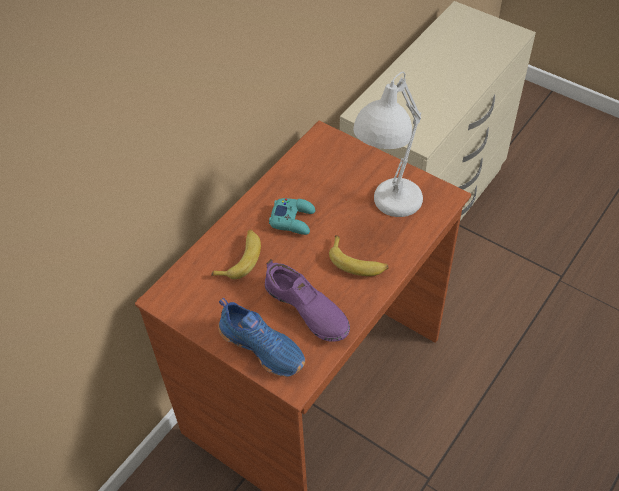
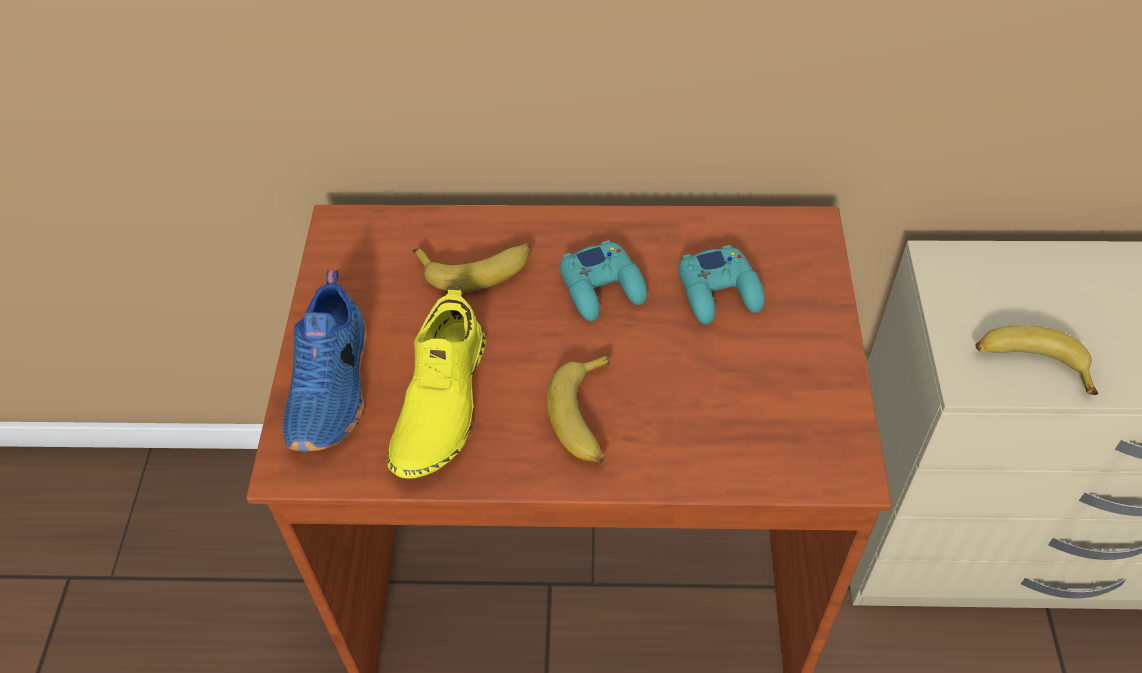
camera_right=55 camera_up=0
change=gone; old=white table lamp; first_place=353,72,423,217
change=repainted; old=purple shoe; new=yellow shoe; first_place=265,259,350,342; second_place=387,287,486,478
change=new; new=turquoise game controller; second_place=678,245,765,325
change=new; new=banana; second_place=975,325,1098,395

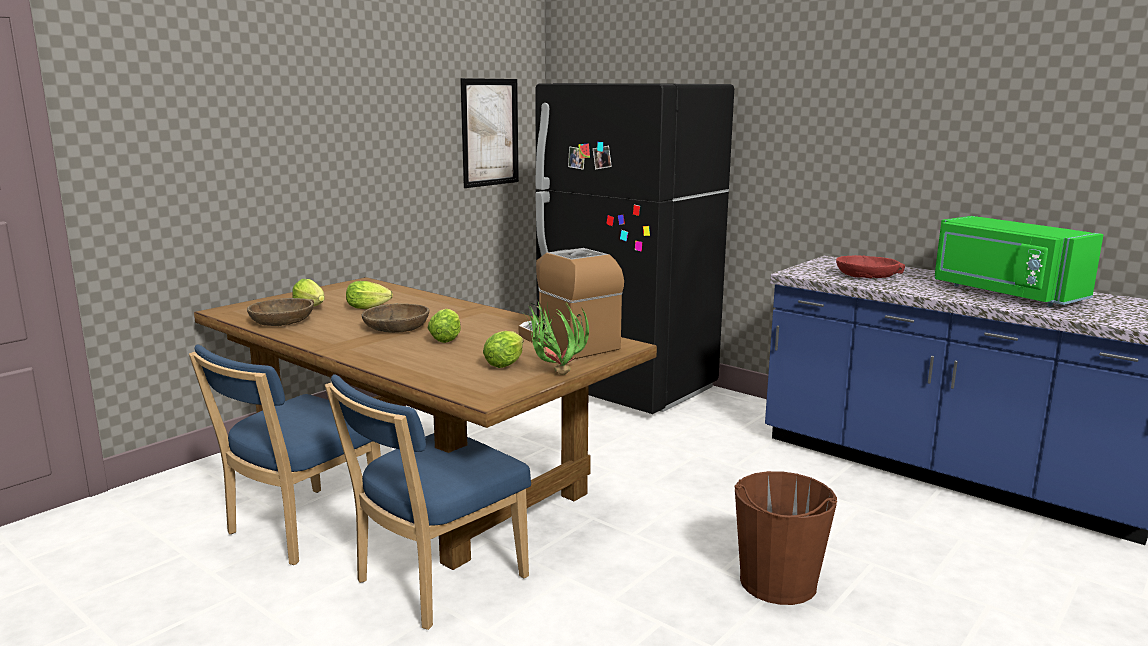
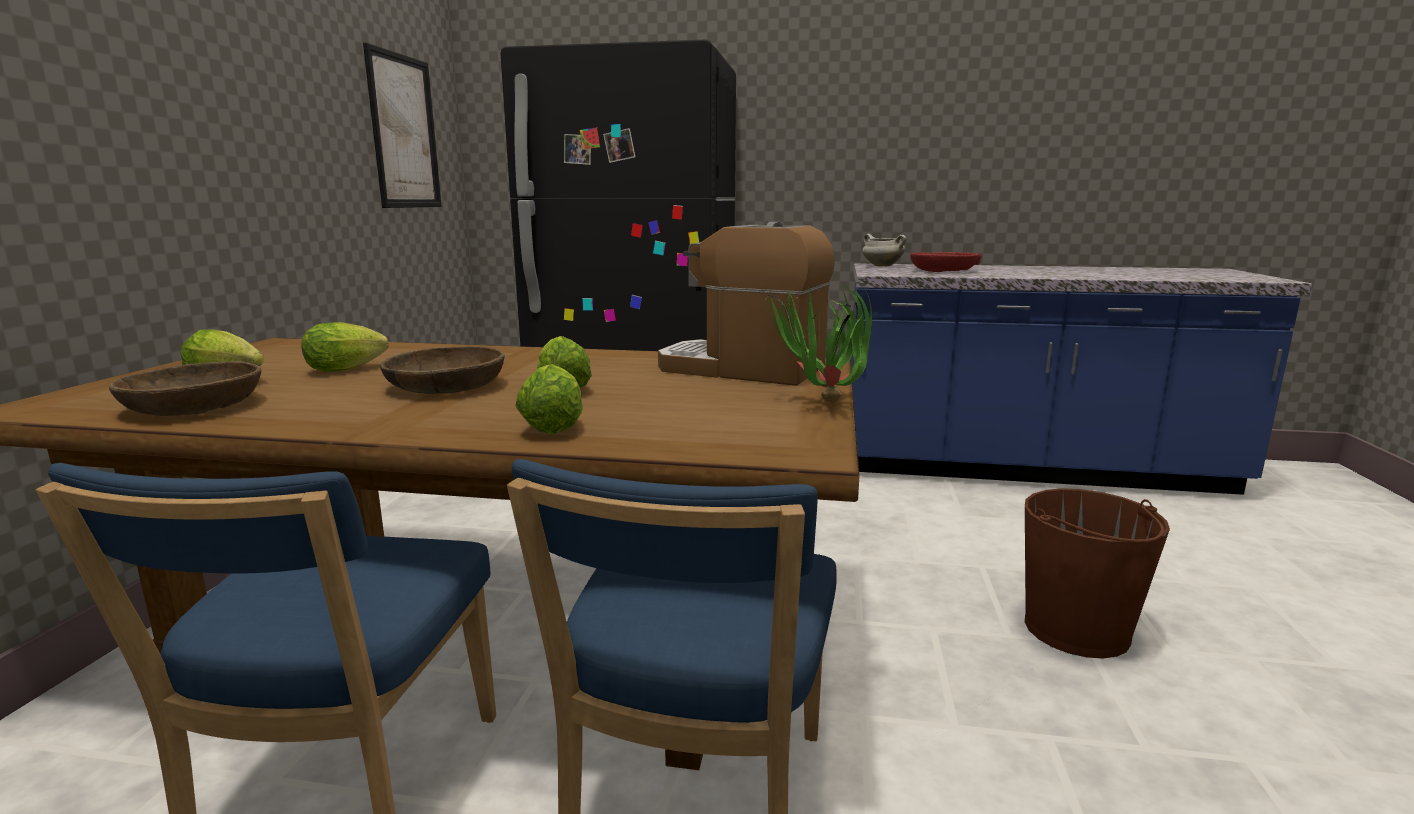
camera_right=-30 camera_up=0
change=gone; old=green microwave; first_place=934,216,1104,306
change=shifted; old=lettuce; first_place=483,331,524,368; second_place=515,364,583,434
change=new; new=white cooking pot; second_place=862,234,906,267

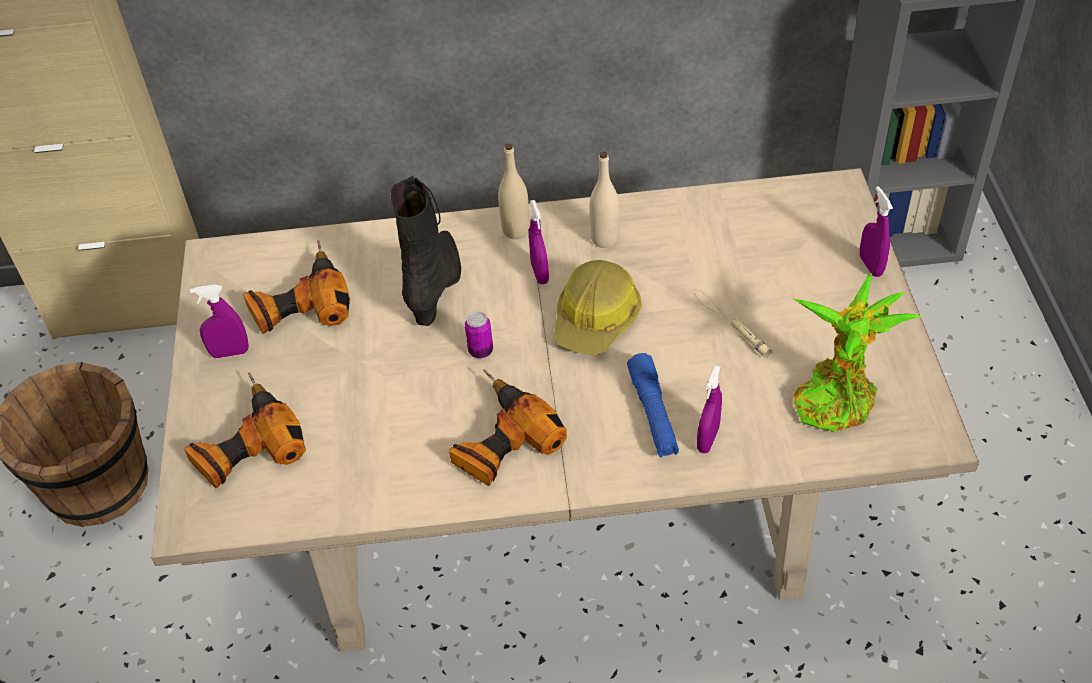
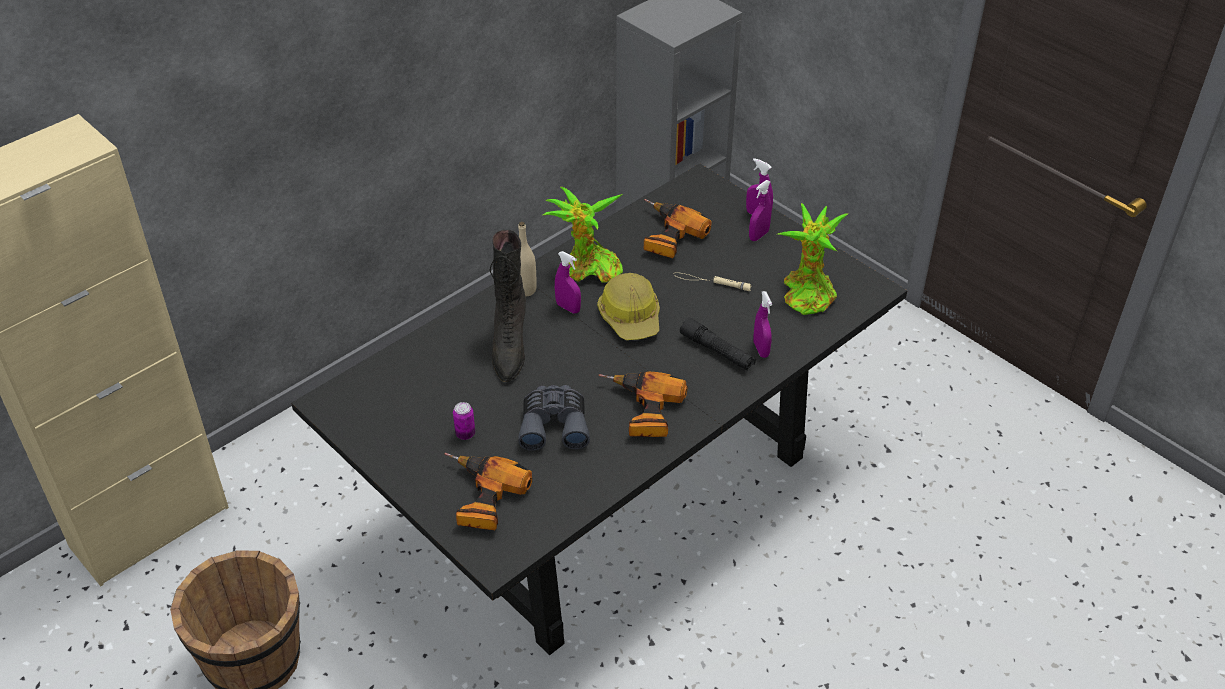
camera_right=-40 camera_up=-5
change=swapped; old=beige bottle; new=potted plant; first_place=589,152,620,248; second_place=543,187,623,283
change=repainted; old=beige dining table; new=black dining table; first_place=151,168,979,652; second_place=291,164,907,655
change=rotated; old=black boot; first_place=391,176,461,326; second_place=490,230,526,382; degrees=-150
change=shifted; old=power drill; first_place=243,240,350,334; second_place=644,199,712,258
change=shifted; old=purple spray bottle; first_place=190,285,249,358; second_place=749,180,772,241
change=shifted; old=can; first_place=465,311,493,358; second_place=453,402,475,440
change=repainted; old=blue flashlight; new=black flashlight; first_place=627,353,679,458; second_place=680,317,756,371
change=new; new=grey binoculars; second_place=518,385,590,451

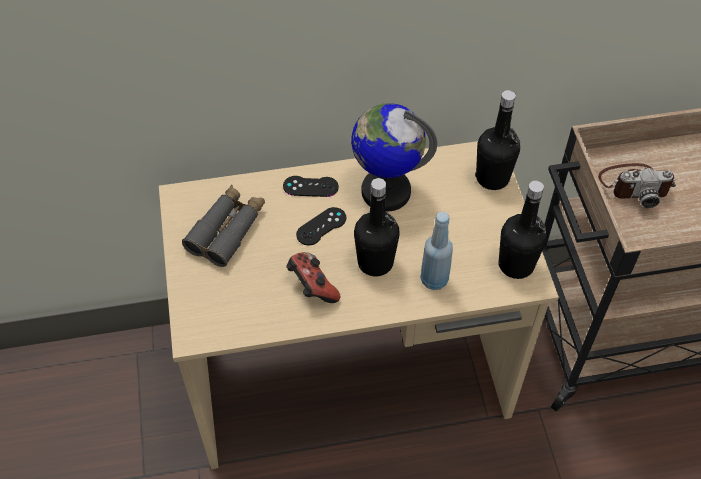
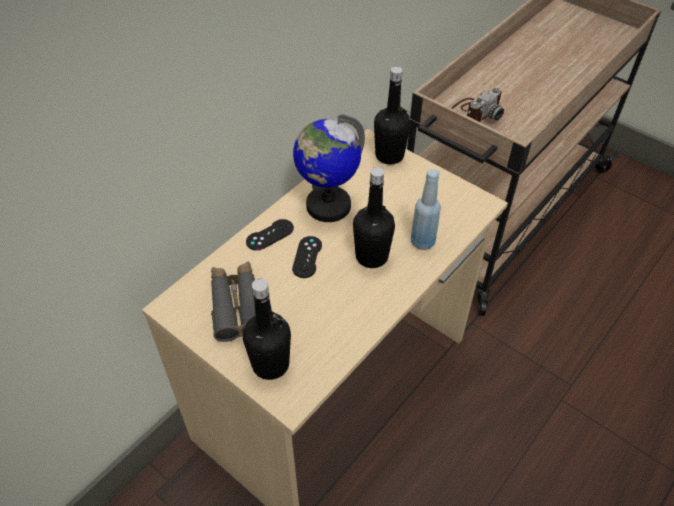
camera_right=-40 camera_up=-5
change=shifted; old=black bottle; first_place=499,180,547,279; second_place=243,279,291,380
change=gone; old=game controller; first_place=286,252,340,303

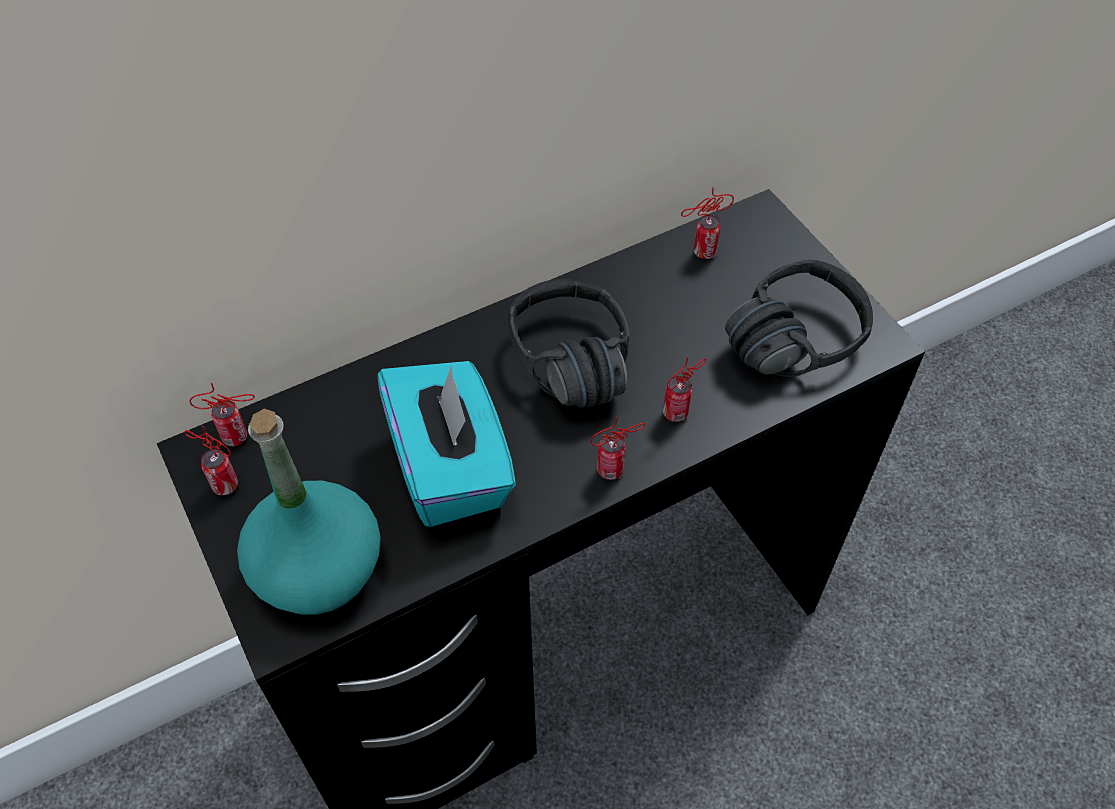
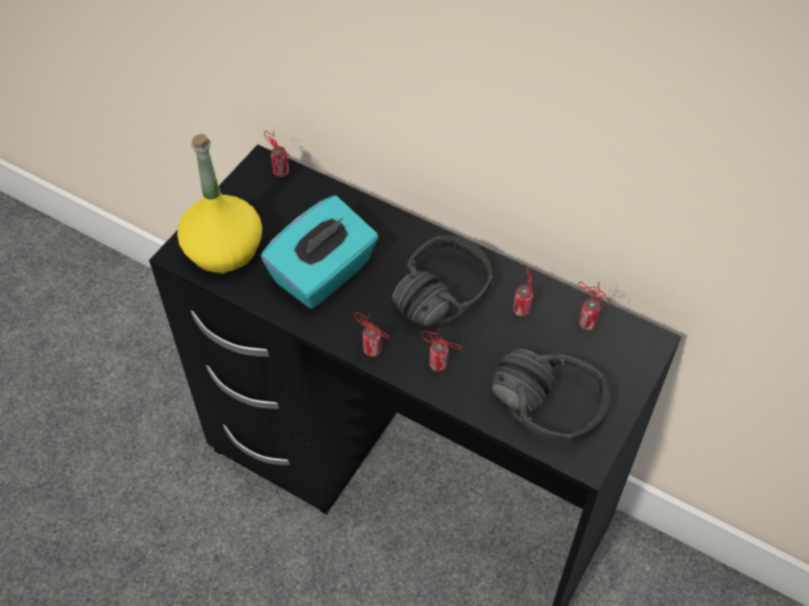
camera_right=60 camera_up=0
change=repainted; old=turquoise bottle; new=yellow bottle; first_place=237,409,381,615; second_place=177,134,262,274
change=shifted; old=can; first_place=184,426,238,495; second_place=513,266,533,316

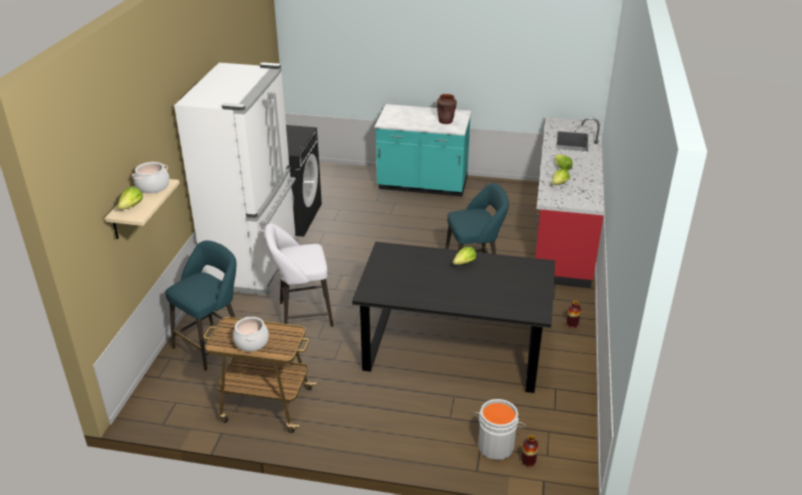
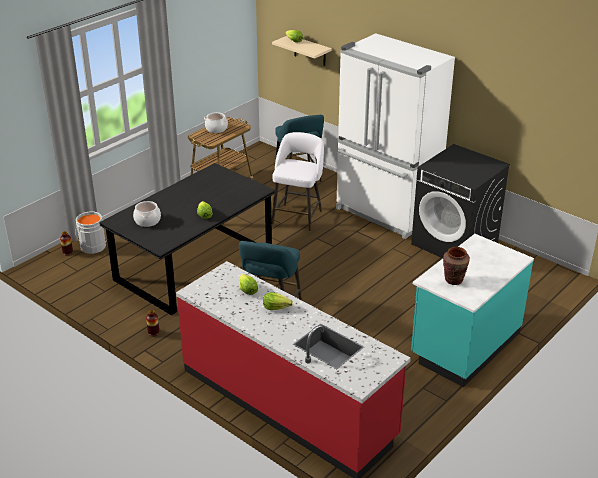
camera_right=120 camera_up=0
change=shifted; old=cooking pot; first_place=132,162,169,193; second_place=133,201,161,227

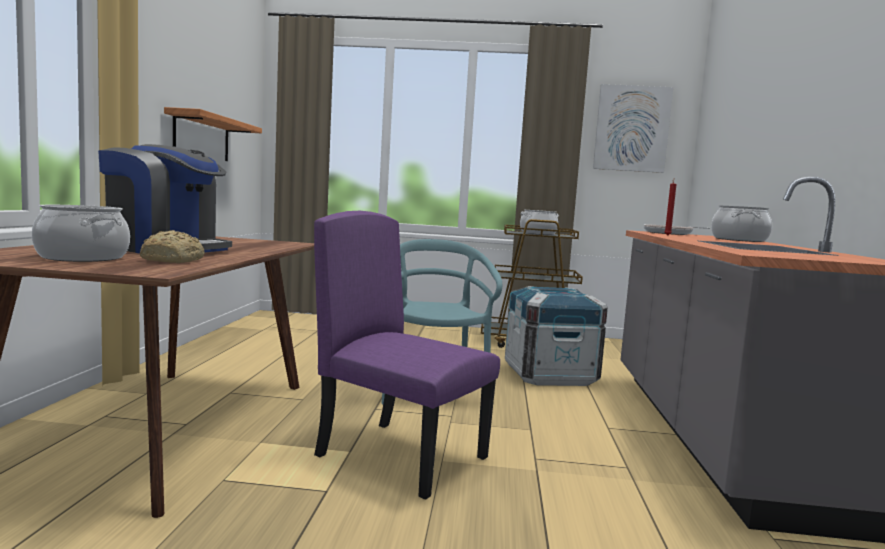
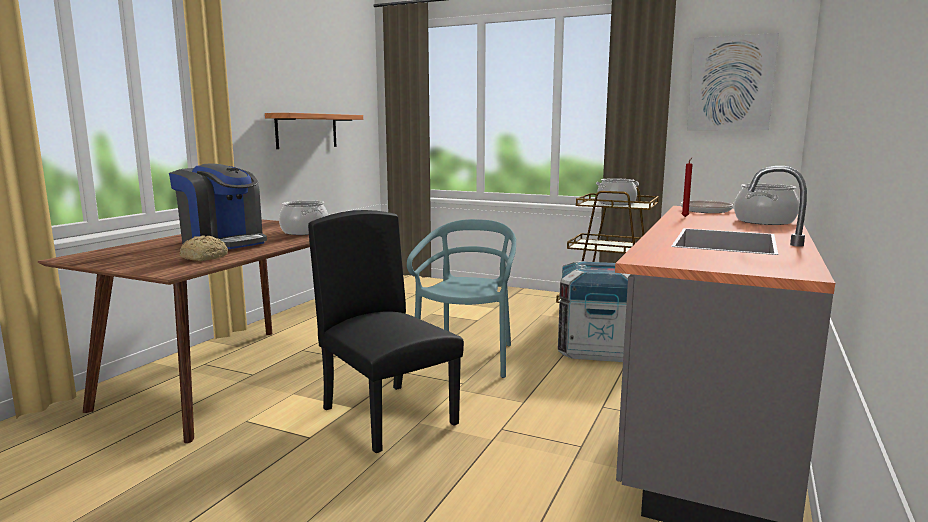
camera_right=20 camera_up=5
change=shifted; old=cooking pot; first_place=32,205,130,262; second_place=279,200,328,235
change=repainted; old=purple chair; new=black chair; first_place=314,211,500,499; second_place=308,210,464,453

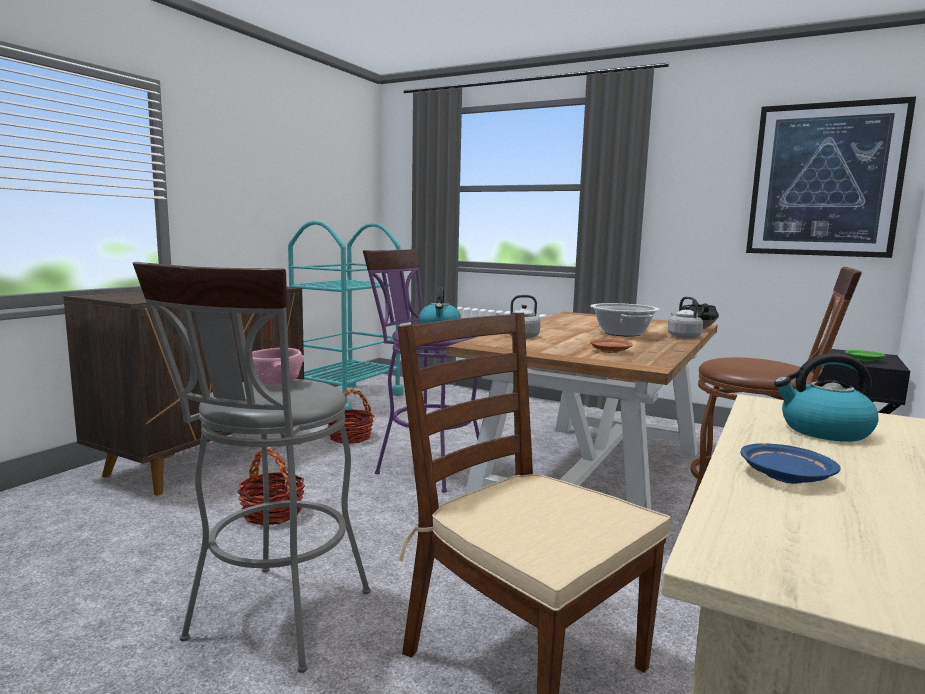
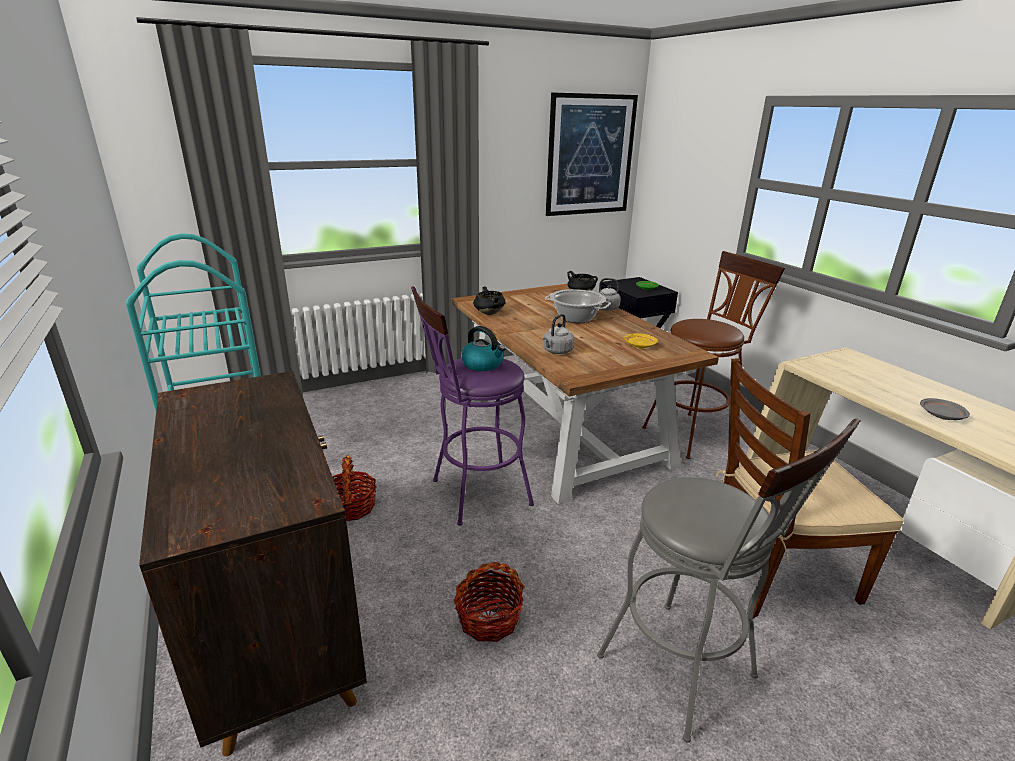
camera_right=-55 camera_up=15
change=repainted; old=brown plate; new=yellow plate; first_place=590,339,633,353; second_place=624,333,658,348
change=gone; old=pink bowl; first_place=252,348,304,385
change=gone; old=kettle; first_place=774,353,879,442
change=repainted; old=blue plate; new=grey plate; first_place=741,443,841,484; second_place=920,398,970,420
change=new; new=black cooking pot; second_place=473,286,506,315

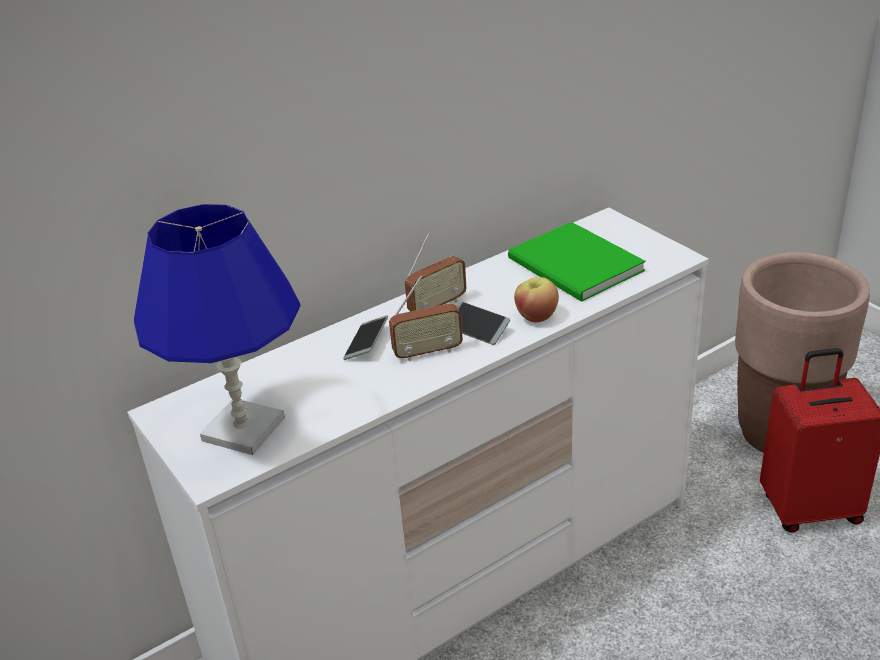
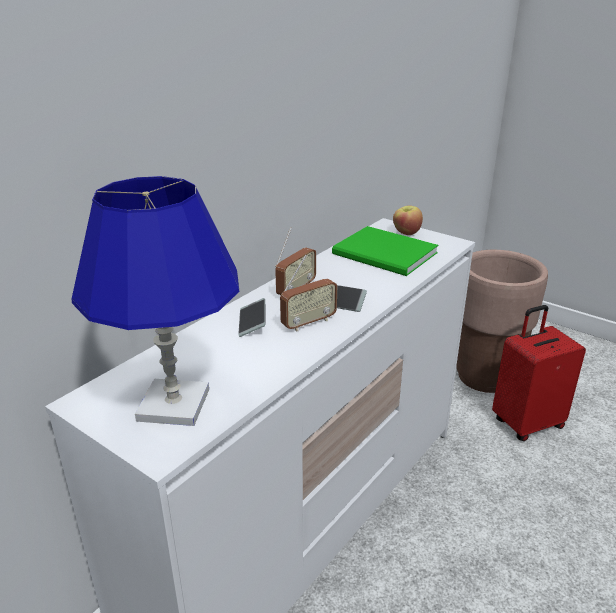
camera_right=-20 camera_up=-5
change=shifted; old=apple; first_place=514,277,559,323; second_place=393,206,423,235

